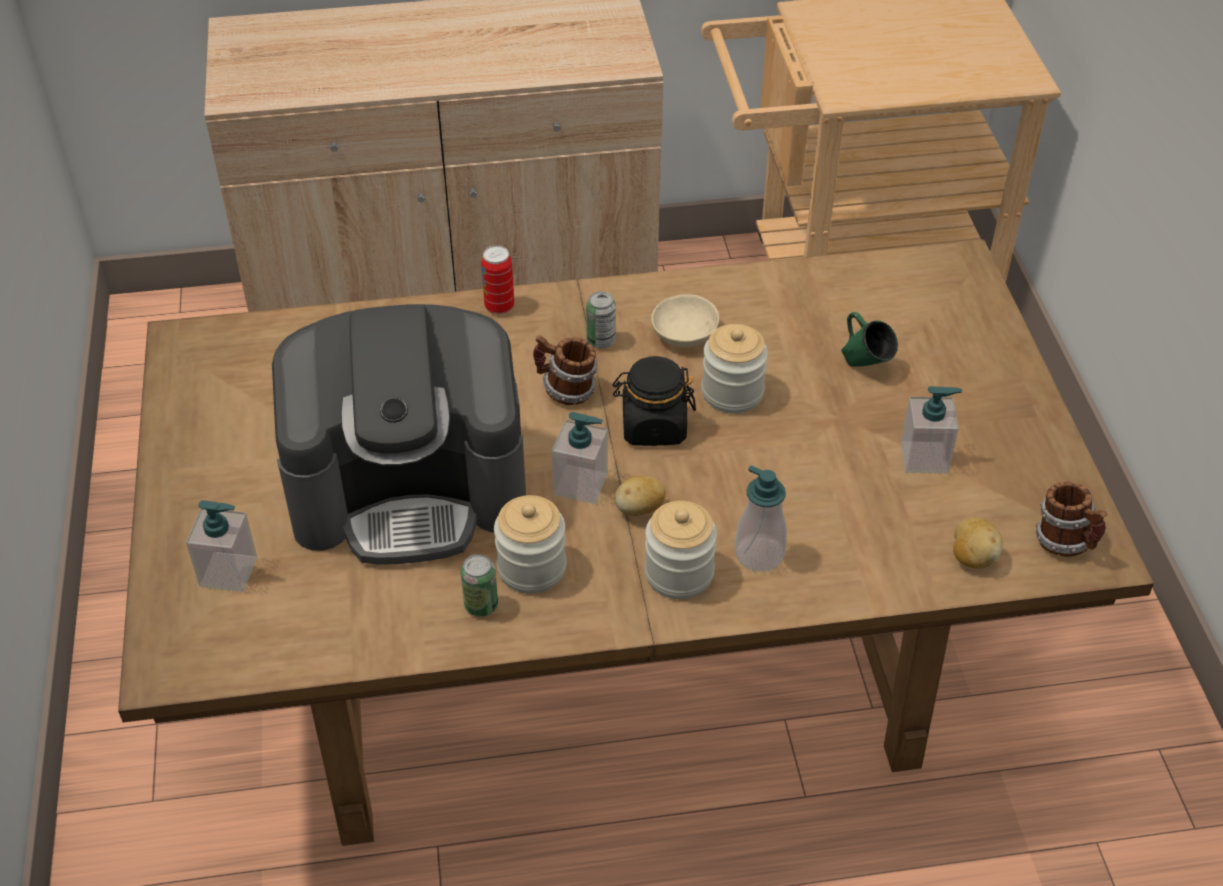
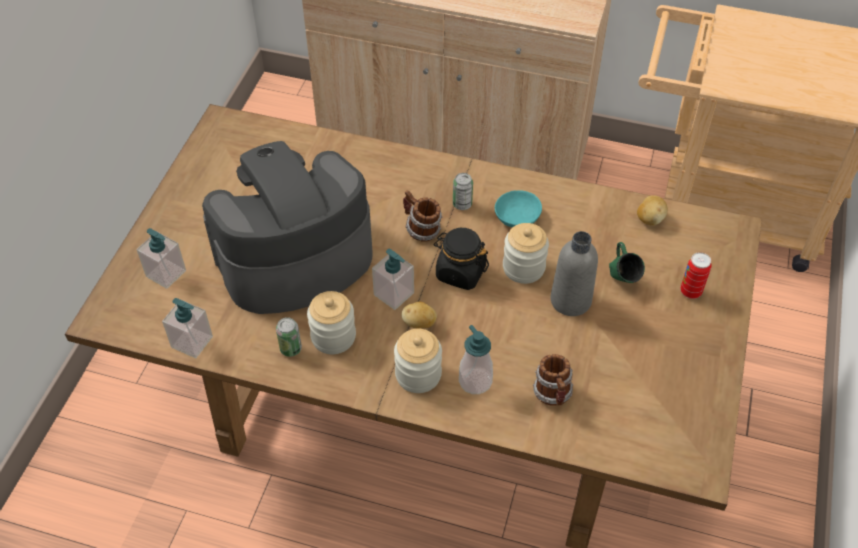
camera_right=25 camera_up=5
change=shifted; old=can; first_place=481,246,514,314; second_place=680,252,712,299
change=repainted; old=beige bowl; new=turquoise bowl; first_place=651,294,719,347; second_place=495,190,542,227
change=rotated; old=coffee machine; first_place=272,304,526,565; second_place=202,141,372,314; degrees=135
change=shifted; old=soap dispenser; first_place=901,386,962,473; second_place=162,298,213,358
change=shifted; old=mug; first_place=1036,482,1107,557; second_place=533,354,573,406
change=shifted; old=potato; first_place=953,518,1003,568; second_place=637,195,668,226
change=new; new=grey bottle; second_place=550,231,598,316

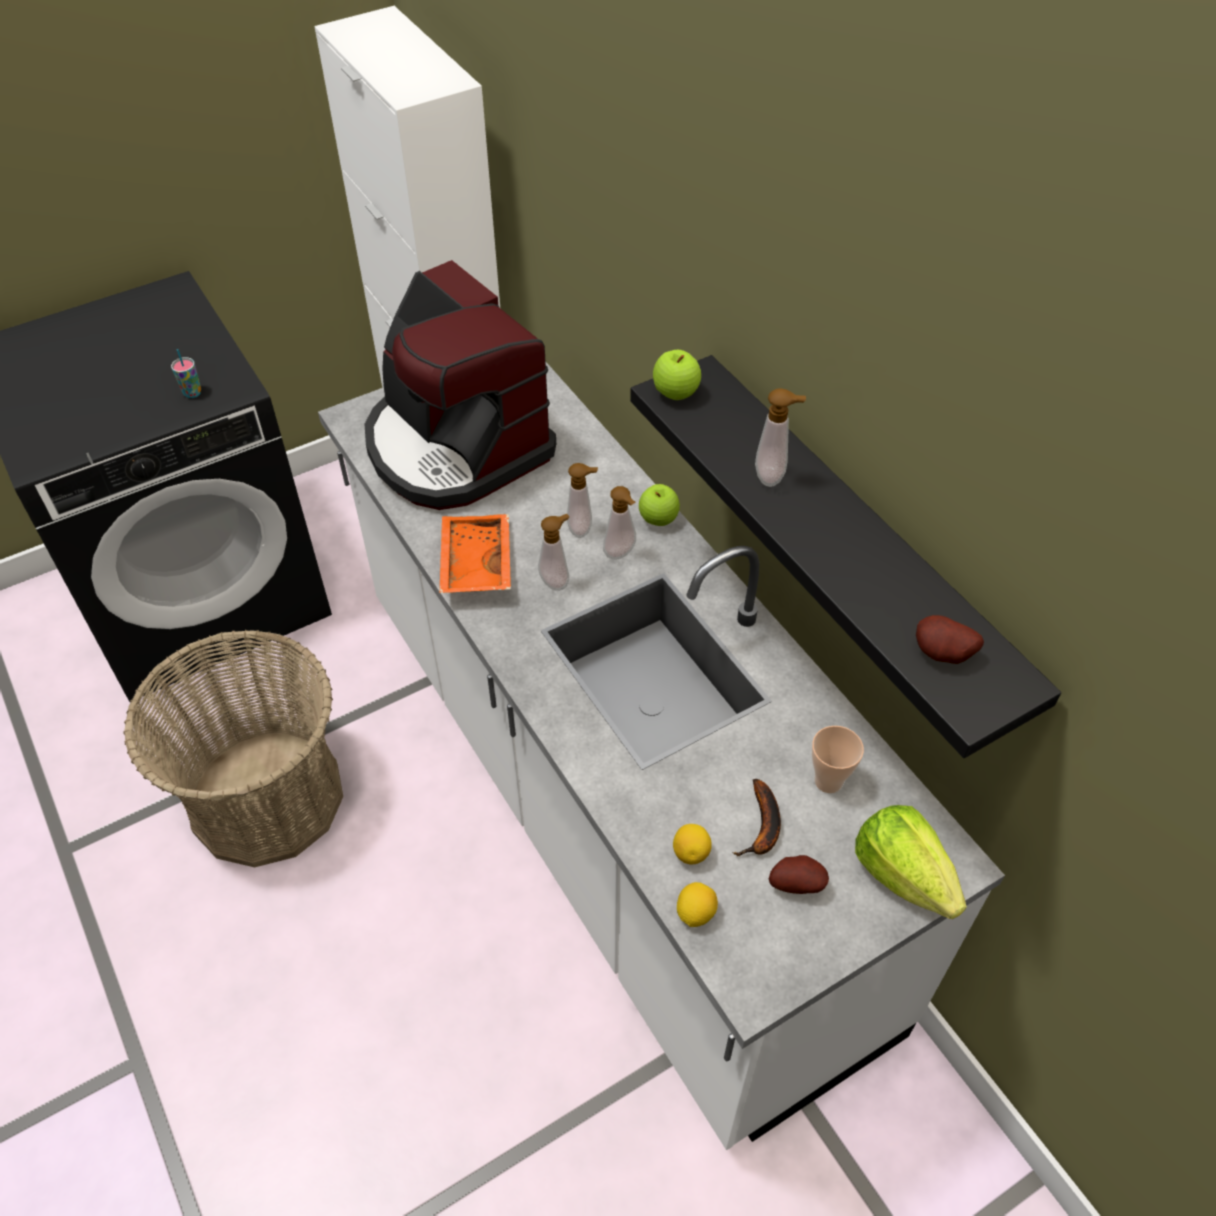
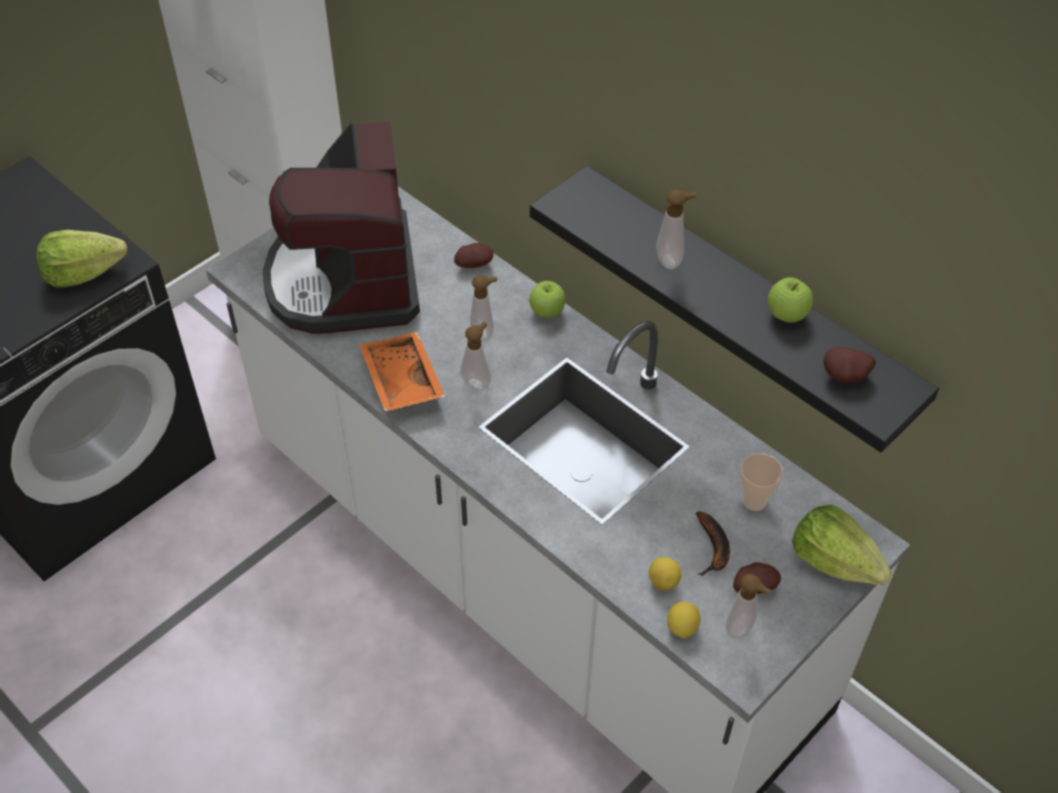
camera_right=-15 camera_up=0
change=rotated; old=coffee machine; first_place=365,260,556,510; second_place=263,122,420,334; degrees=45
change=swapped; old=cup; new=lettuce; first_place=171,349,201,398; second_place=36,230,127,287
change=shifted; old=apple; first_place=653,350,701,400; second_place=768,277,813,323
change=shifted; old=soap dispenser; first_place=603,486,636,560; second_place=726,574,771,639
change=gone; old=basket; first_place=123,630,343,867
change=new; new=potato; second_place=454,243,494,268

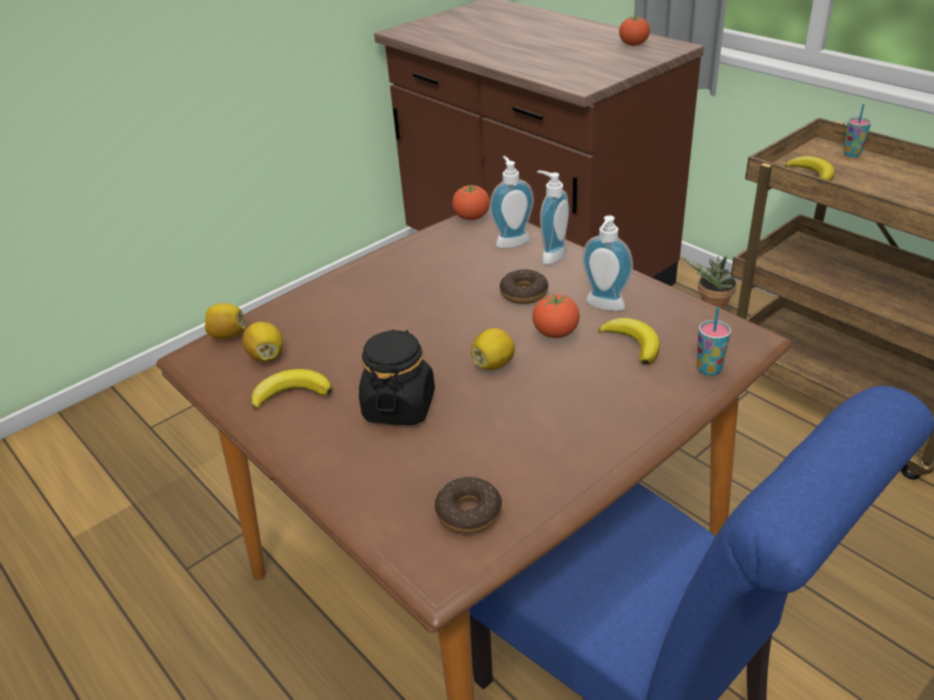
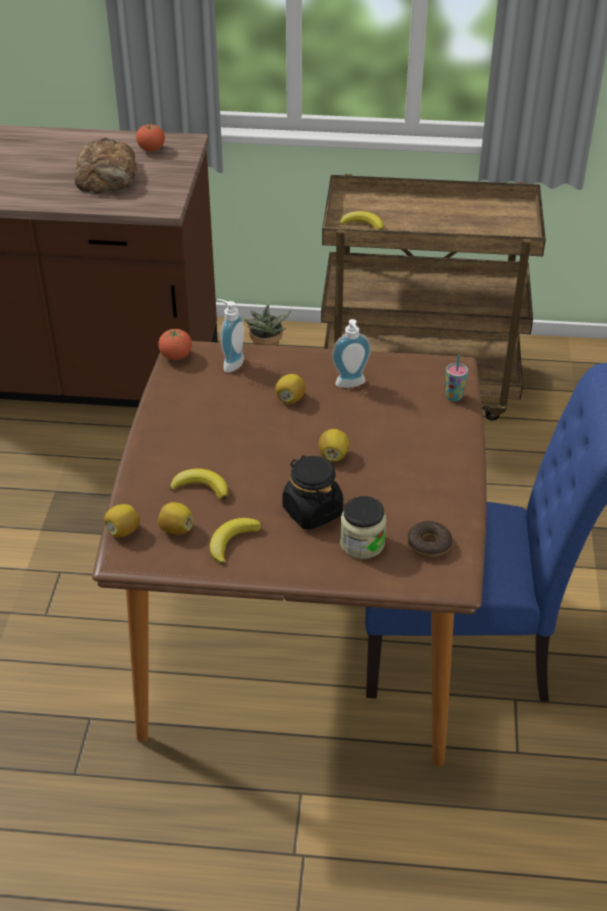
camera_right=-45 camera_up=5
change=gone; old=cup; first_place=843,104,871,157
change=gone; old=soap dispenser; first_place=537,171,569,265
change=swapped; old=donut; new=lemon; first_place=500,269,548,304; second_place=275,374,306,404
change=gone; old=tomato; first_place=532,293,580,338
change=shifted; old=banana; first_place=598,318,660,365; second_place=170,469,229,500
change=new; new=bread; second_place=75,138,137,194
change=new; new=jar; second_place=340,496,386,559

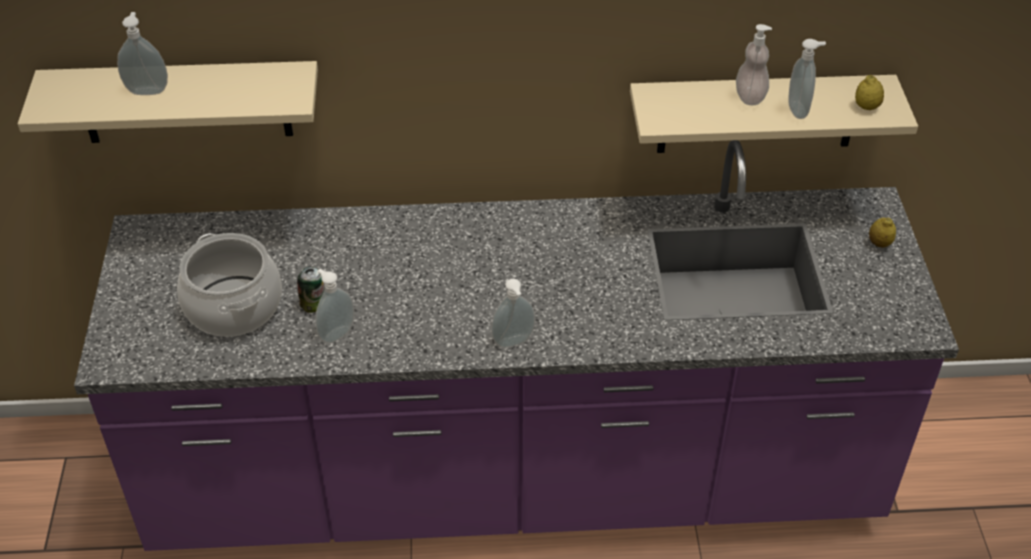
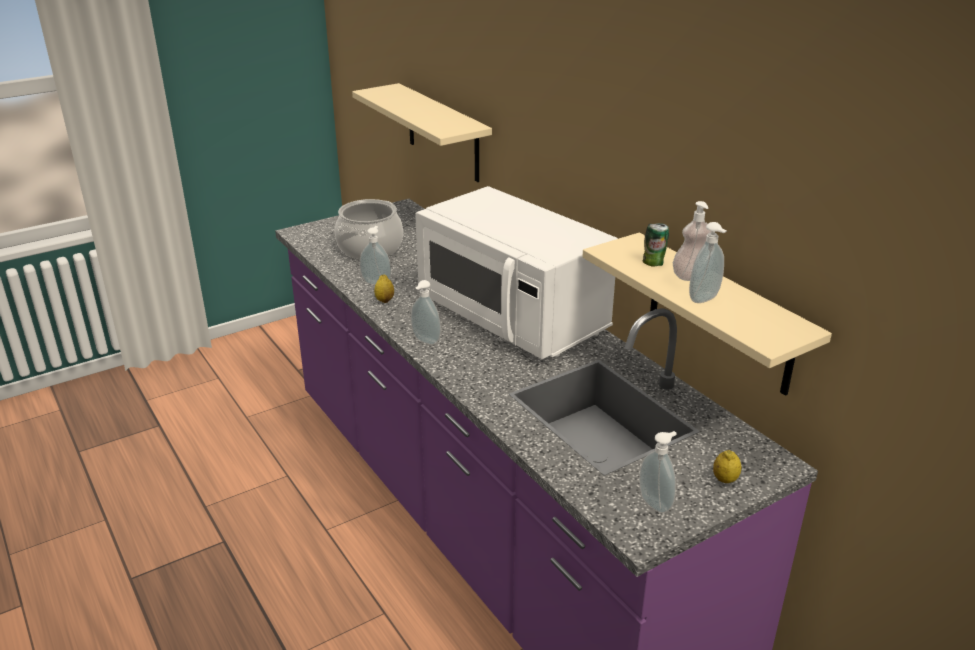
camera_right=60 camera_up=-15
change=shifted; old=soap dispenser; first_place=117,12,168,95; second_place=639,431,677,513
change=shifted; old=lemon; first_place=855,75,884,110; second_place=374,274,394,303
change=shifted; old=can; first_place=297,267,324,313; second_place=642,223,669,267
change=new; new=white microwave; second_place=415,186,618,359

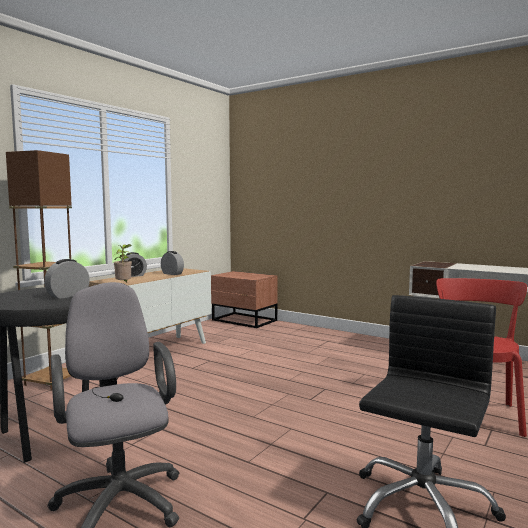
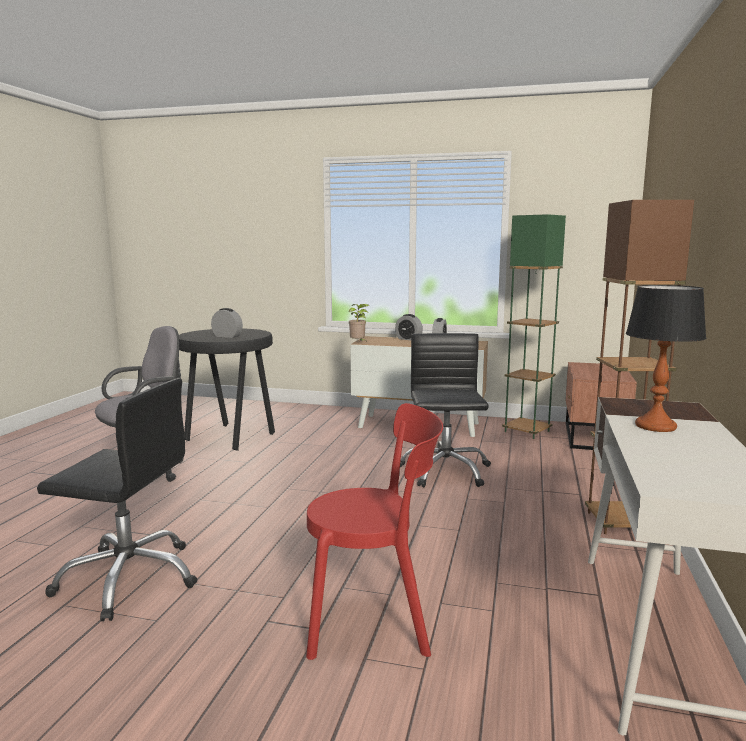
camera_right=70 camera_up=5
change=shifted; old=brown floor lamp; first_place=6,150,72,390; second_place=585,200,694,534
change=new; new=green floor lamp; second_place=502,214,566,439
change=new; new=table lamp; second_place=626,285,706,432
change=new; new=black office chair; second_place=400,333,491,487

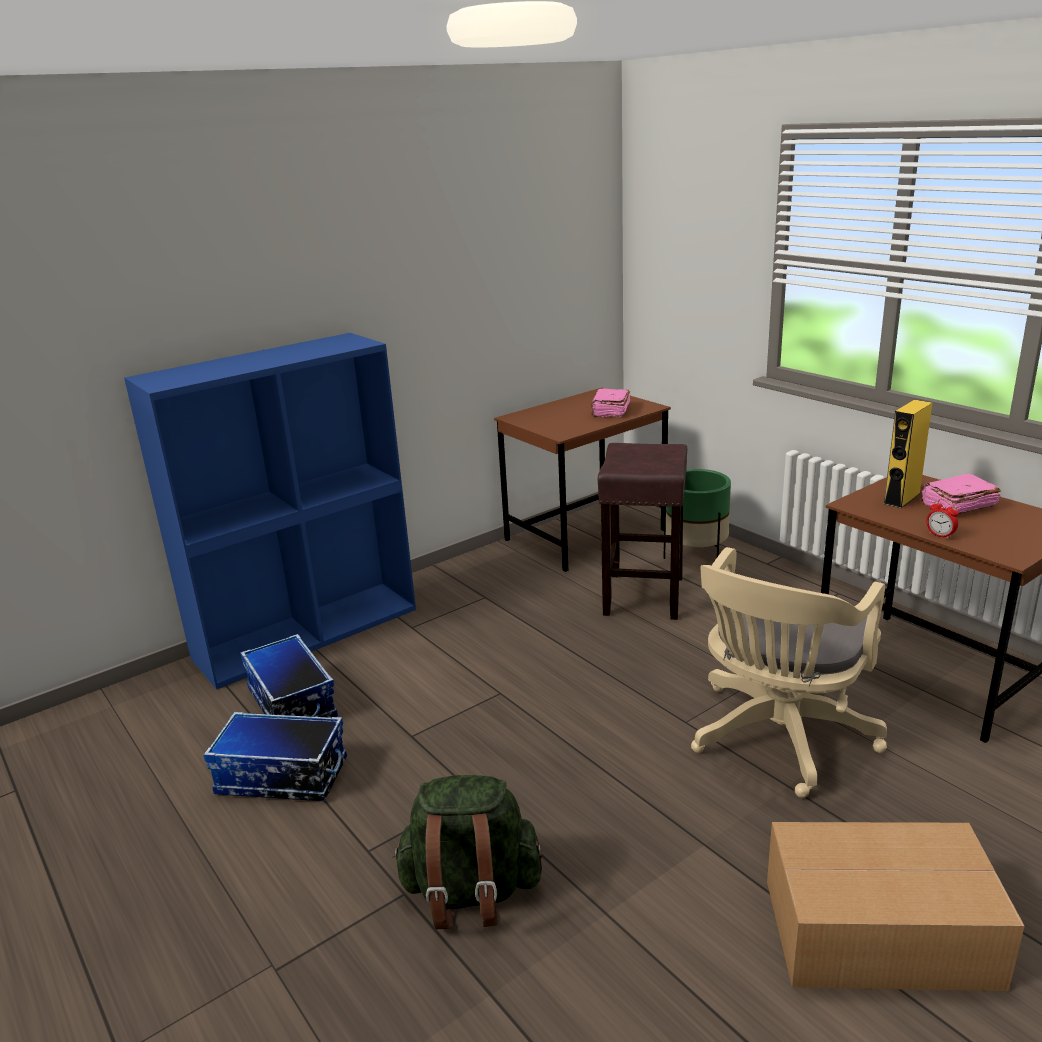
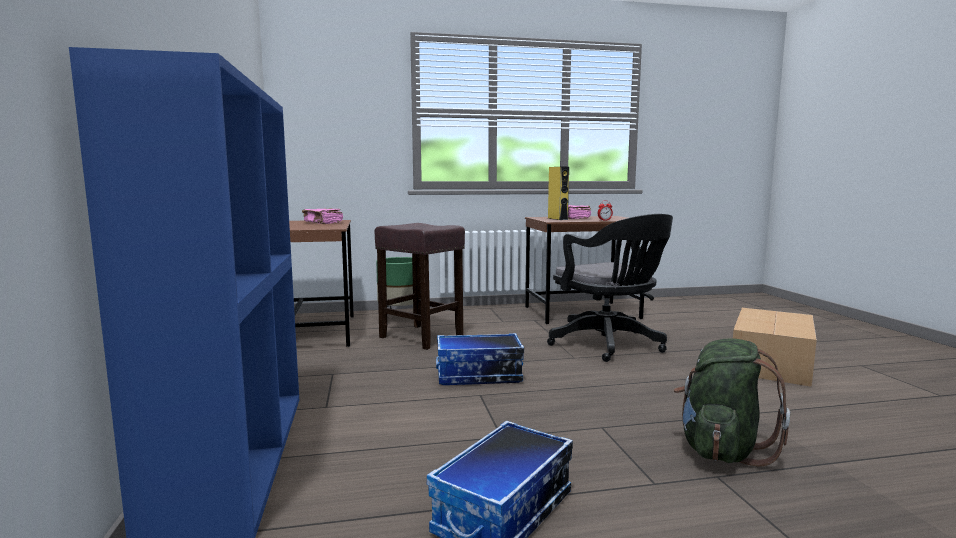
camera_right=-65 camera_up=-15
change=repainted; old=beige office chair; new=black office chair; first_place=691,547,887,798; second_place=547,214,673,362
change=shifted; old=storage box; first_place=241,634,338,718; second_place=436,333,524,385

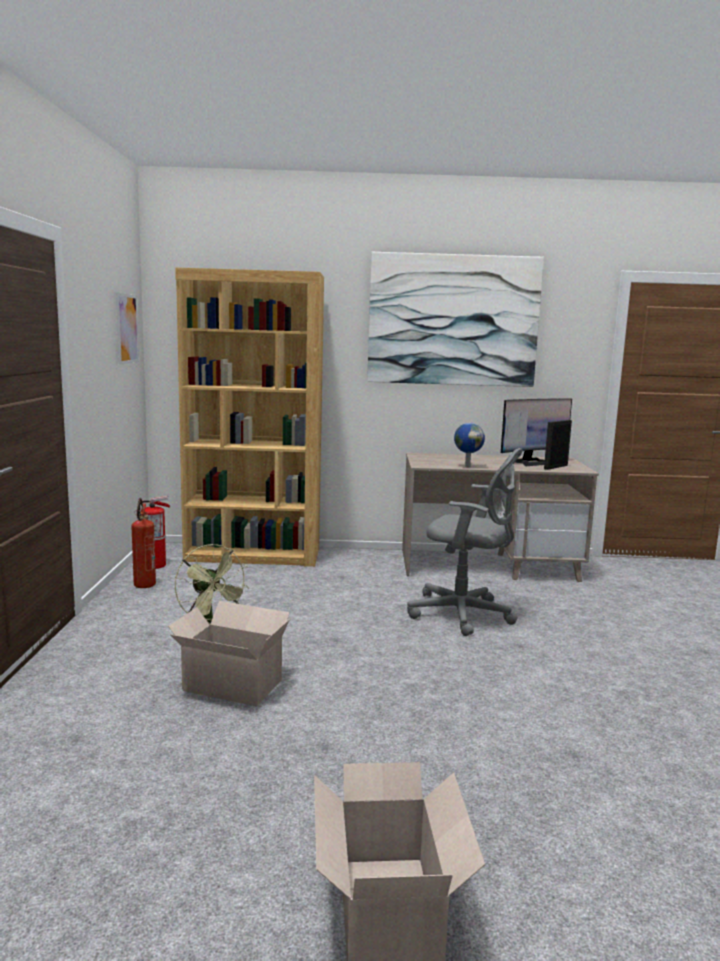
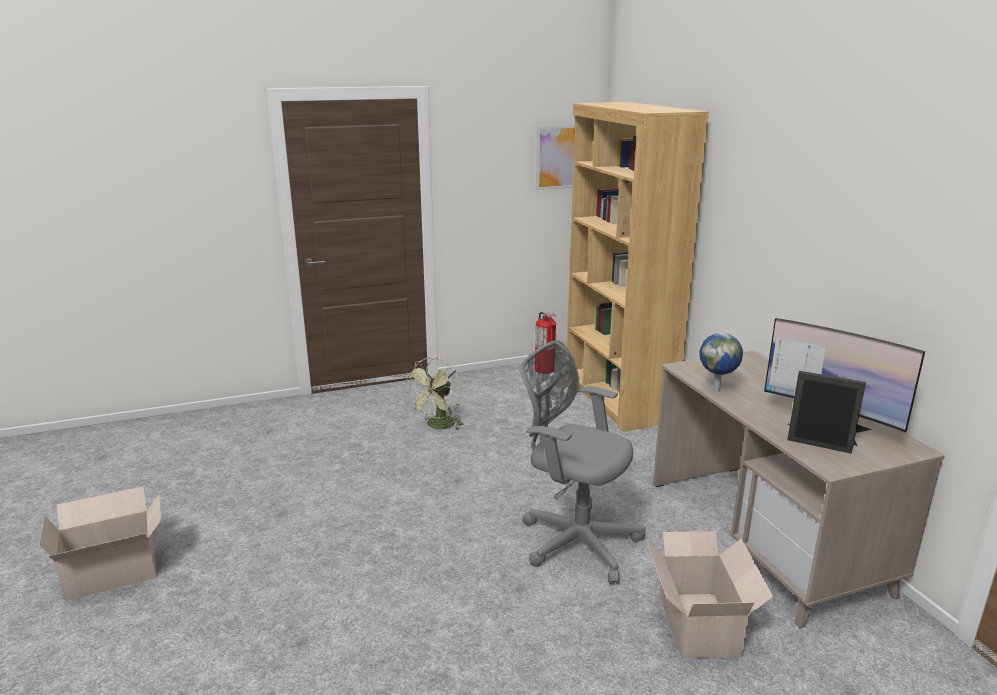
camera_right=70 camera_up=10
change=gone; old=picture; first_place=367,252,544,387
change=rotated; old=grey office chair; first_place=407,448,523,636; second_place=519,340,646,584; degrees=120
change=gone; old=fire extinguisher; first_place=131,498,156,588
change=shifted; old=cardboard box; first_place=168,601,290,707; second_place=646,531,774,658

